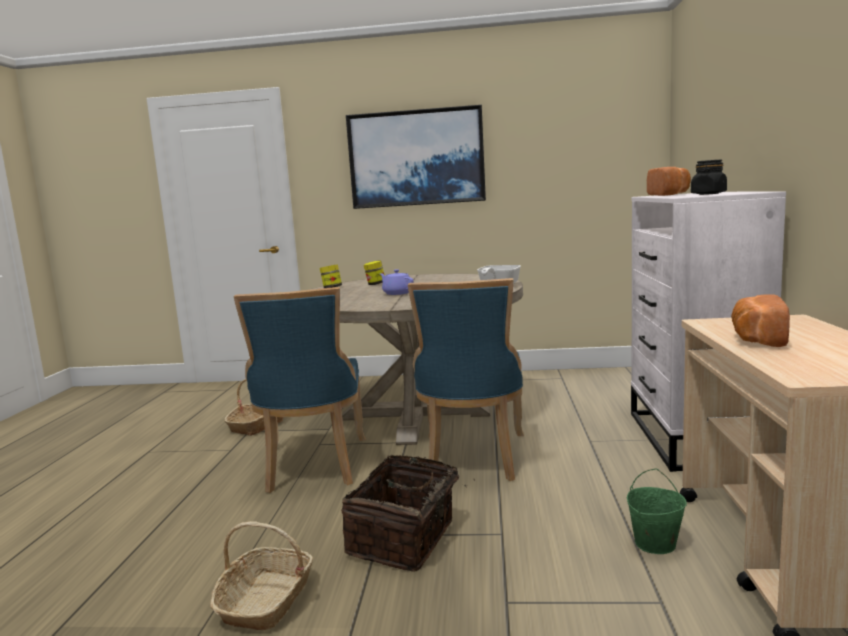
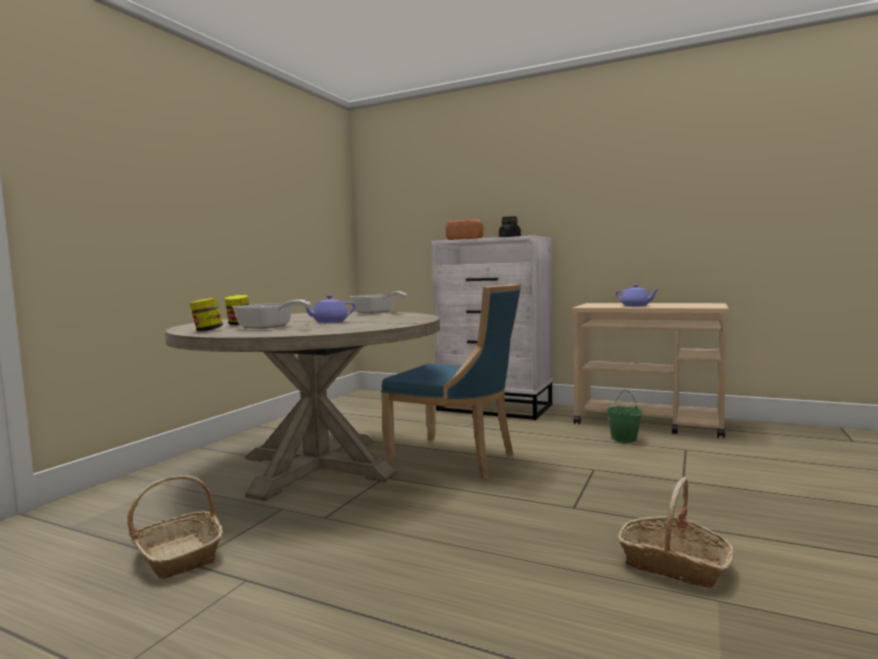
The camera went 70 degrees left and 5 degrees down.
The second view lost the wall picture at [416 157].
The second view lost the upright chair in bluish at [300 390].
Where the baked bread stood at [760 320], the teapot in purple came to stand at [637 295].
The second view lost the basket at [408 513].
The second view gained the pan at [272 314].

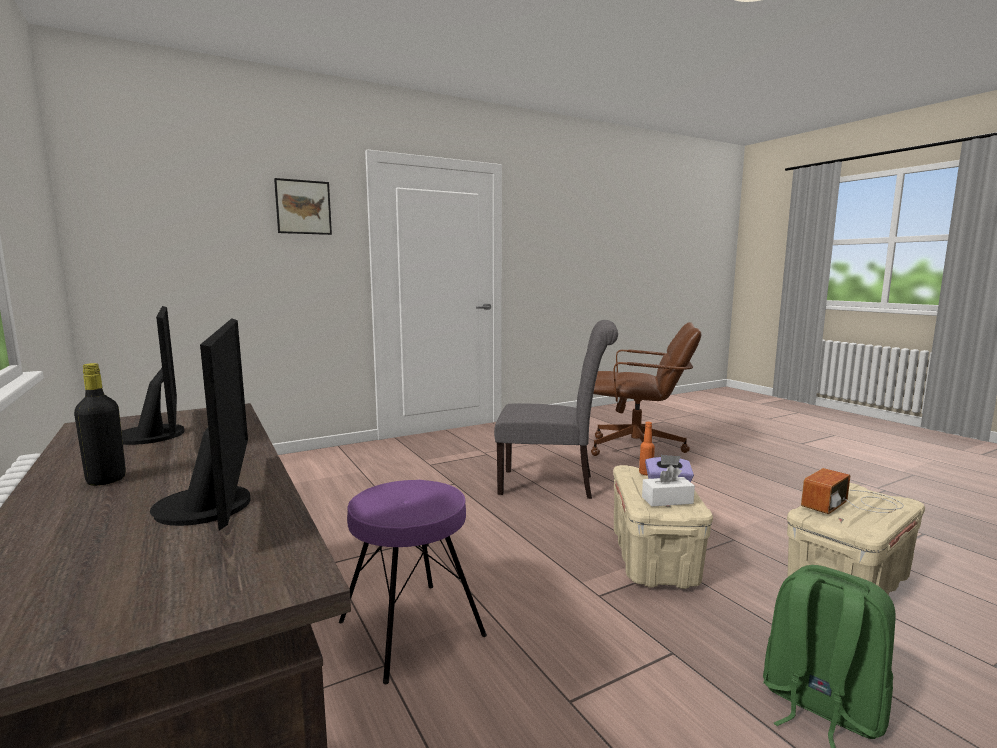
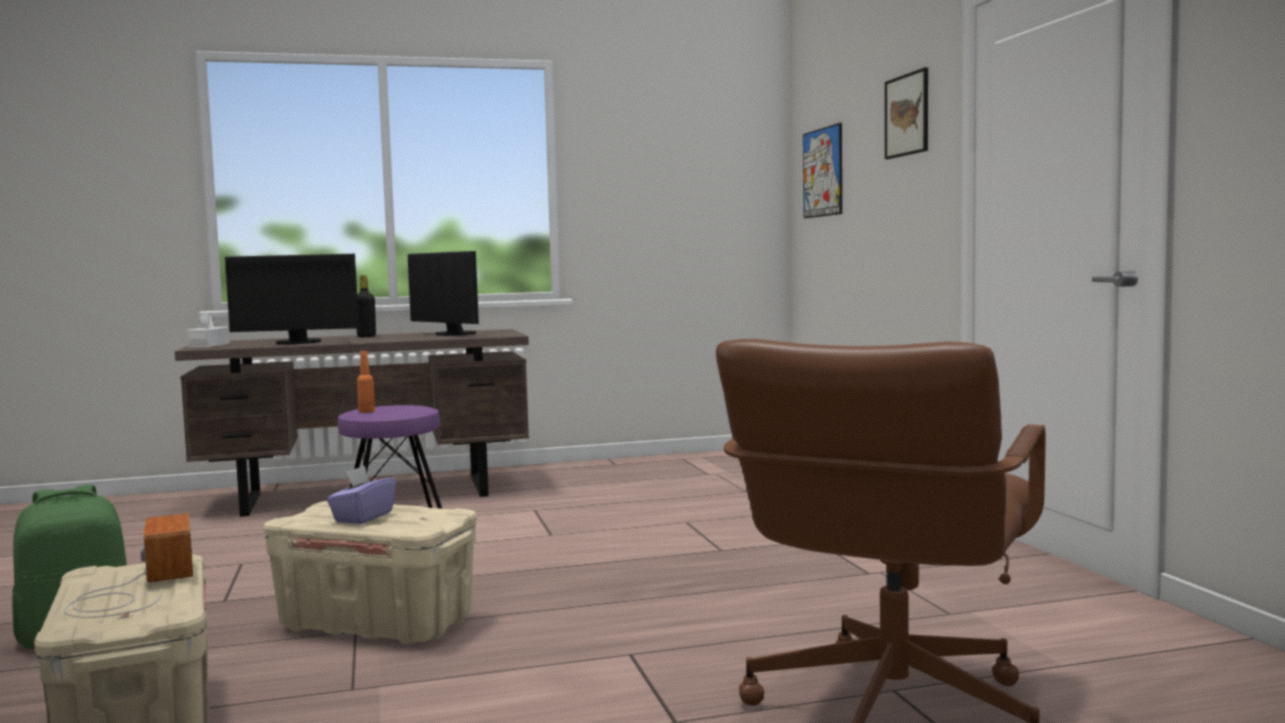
The camera went 105 degrees right and 5 degrees down.
The monitor at [152 375] ended up facing another way, 60 degrees clockwise from before.
The second view lost the upright chair in gray at [556 409].
The bottle in orange-coloured ended up elsewhere, having gone from [647 448] to [366 382].
The tissue holder in white-coloured ended up elsewhere, having gone from [668 486] to [208 329].
The second view gained the wall picture at [822 170].

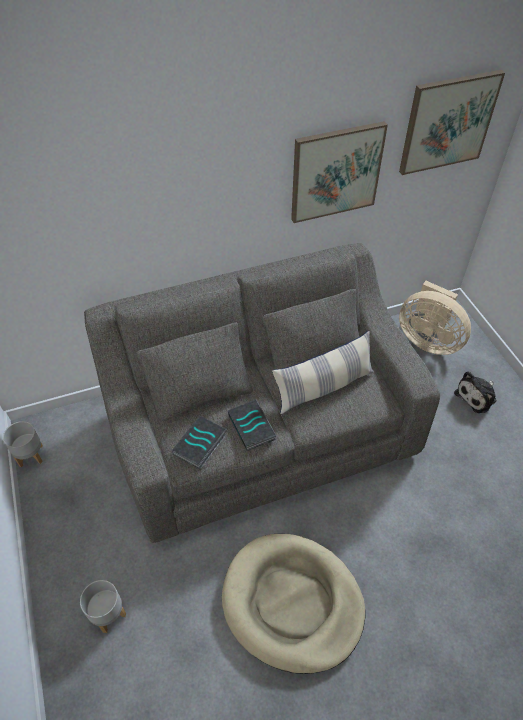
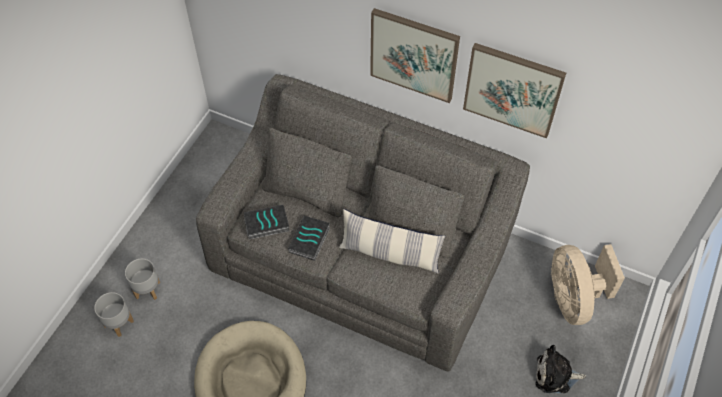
The camera went 45 degrees right and 5 degrees up.
The wall picture ended up elsewhere, having gone from [452 122] to [415 55].
The plant pot in gray ended up elsewhere, having gone from [23 444] to [114 314].

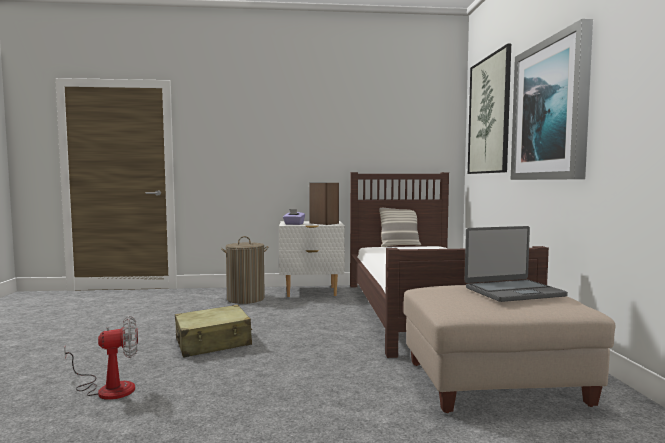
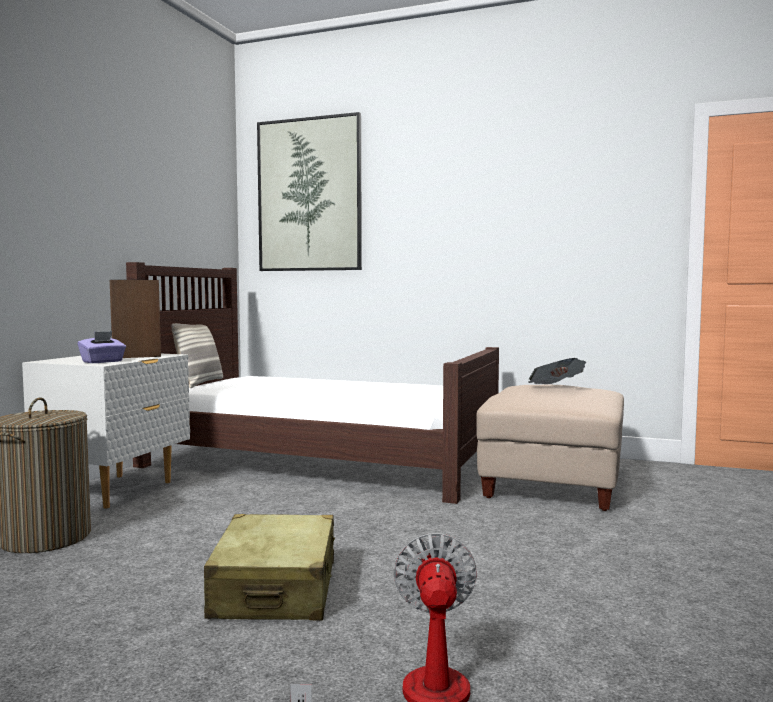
The camera went 65 degrees left and 0 degrees up.
The second view lost the wall picture at [552 99].
Where the portable computer stood at [516 264], the printed paper came to stand at [557 371].

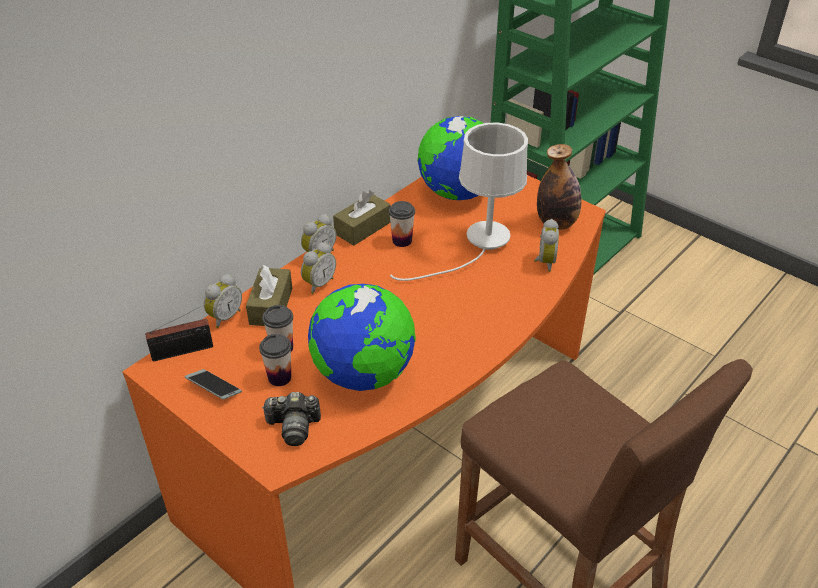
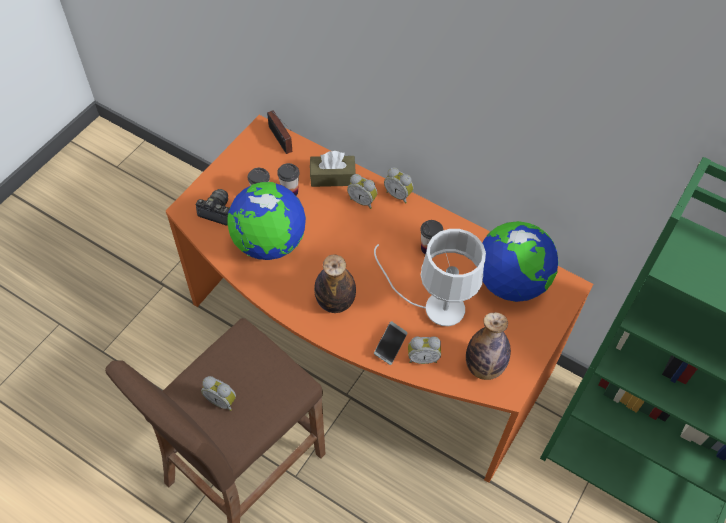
The camera went 80 degrees right and 15 degrees up.
The second view lost the tissue holder in brownish at [362 218].
The alarm clock ended up elsewhere, having gone from [223 301] to [218 393].
The telephone ended up elsewhere, having gone from [213 384] to [391 343].
The still camera at [291 419] ended up facing another way, 120 degrees clockwise from before.
The second view gained the bottle at [335 284].

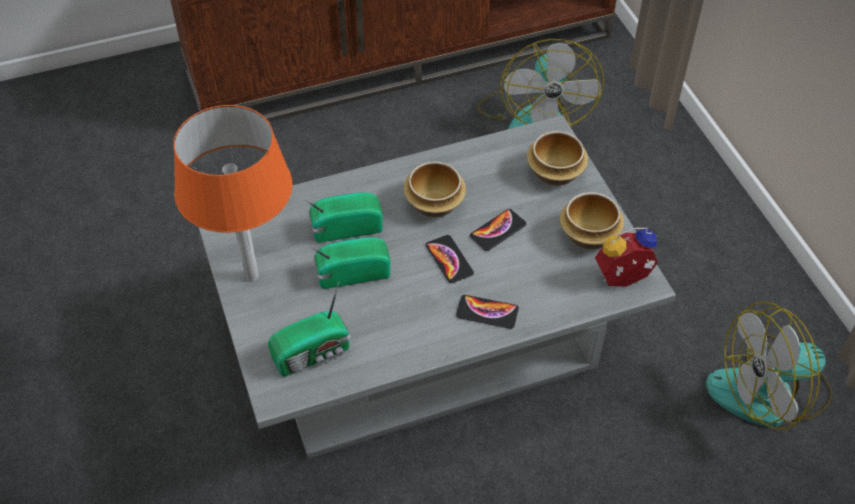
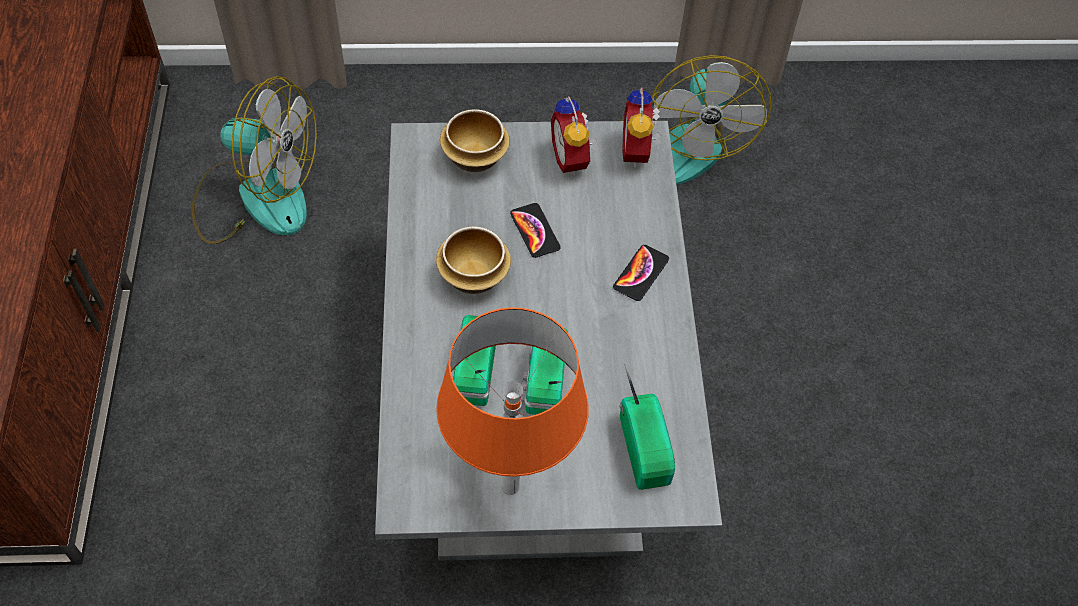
The camera went 75 degrees left and 5 degrees up.
Where the deep dish stood at [592 221], the alarm clock came to stand at [574 136].
The second view lost the telephone at [450 259].

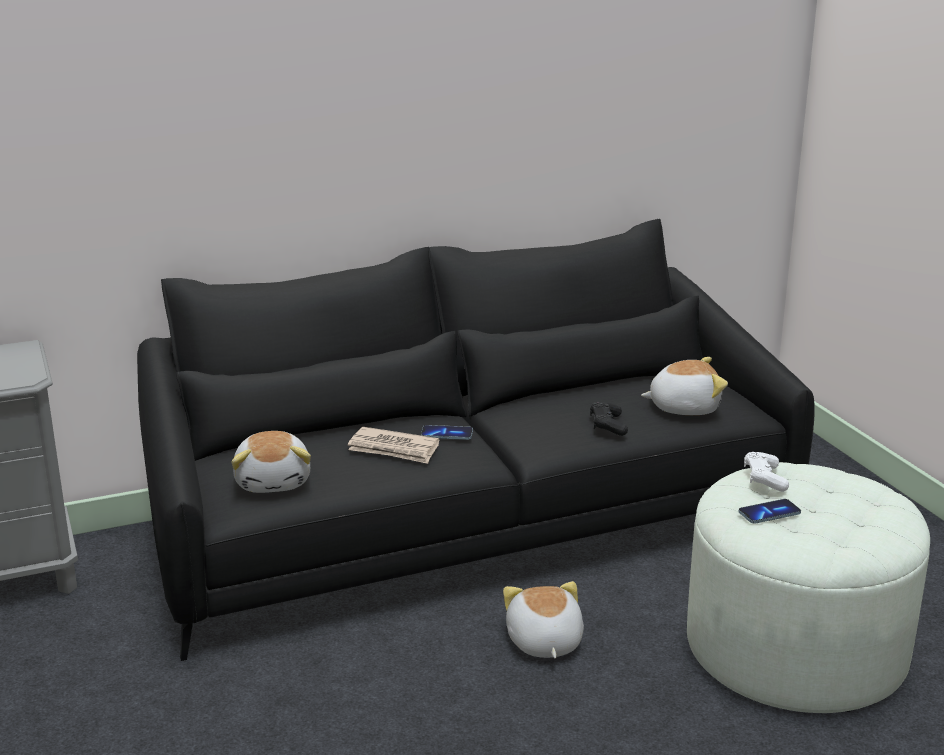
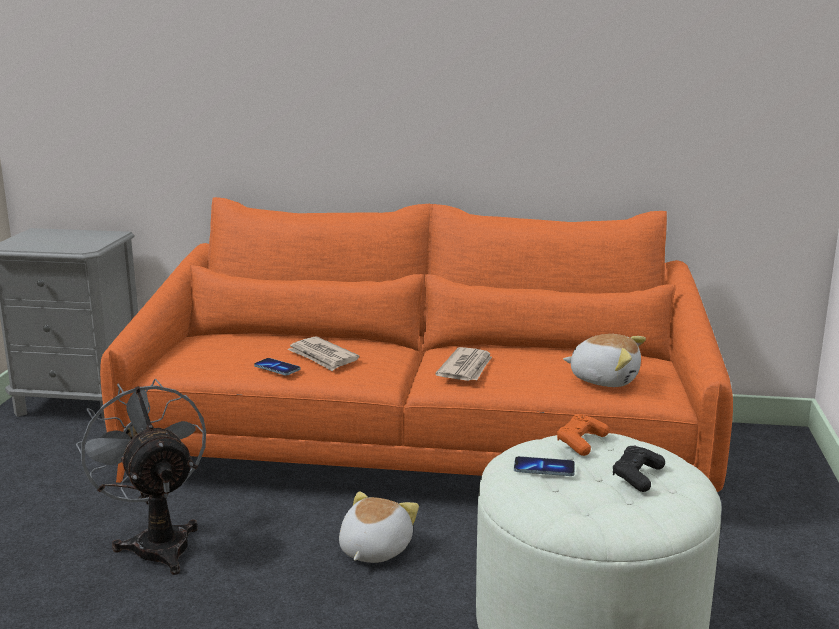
The camera went 30 degrees right and 5 degrees down.
What was the settee in blackish at [476 440] turned into the settee in orange-coloured at [416 344].
The game controller in blackish ended up elsewhere, having gone from [609 419] to [639 469].
The telephone ended up elsewhere, having gone from [447 432] to [277 366].
The second view lost the soft toy at [271 462].
What was the game controller in white-coloured at [766 472] turned into the game controller in orange-coloured at [583 435].
The second view gained the printed paper at [463 364].
The second view gained the cooling fan in gray at [141 477].

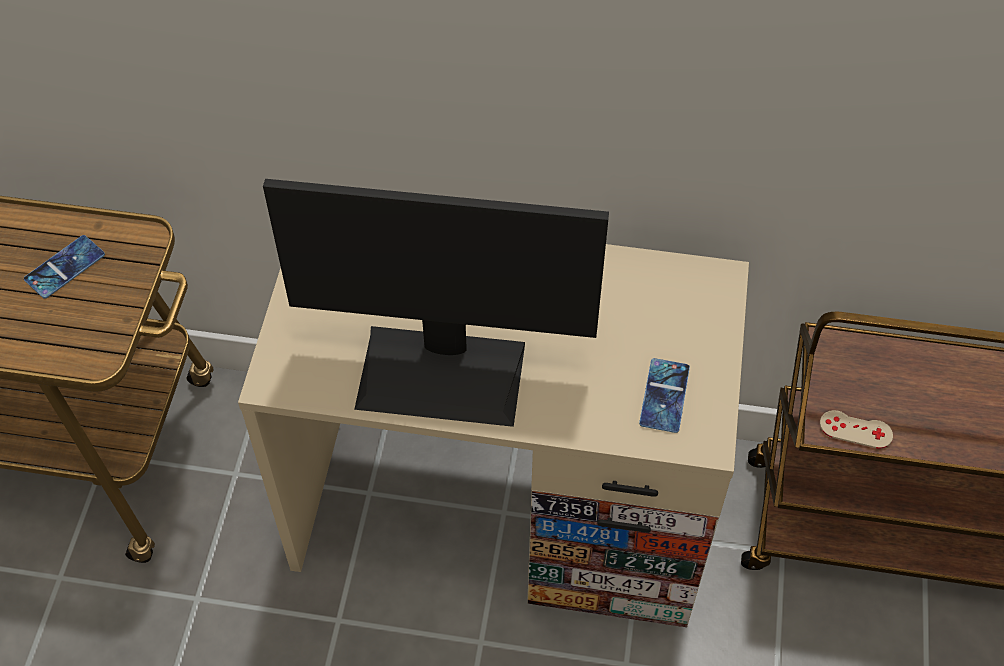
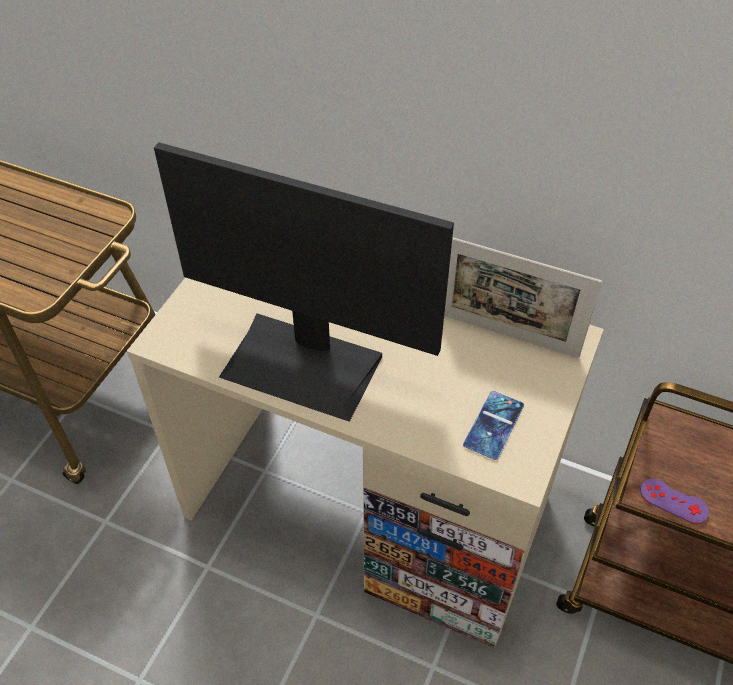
The camera went 15 degrees right and 5 degrees down.
The second view lost the telephone at [64 267].
What was the game controller in sand-coloured at [856 429] turned into the game controller in purple at [674 501].
The second view gained the standing frame at [523 297].

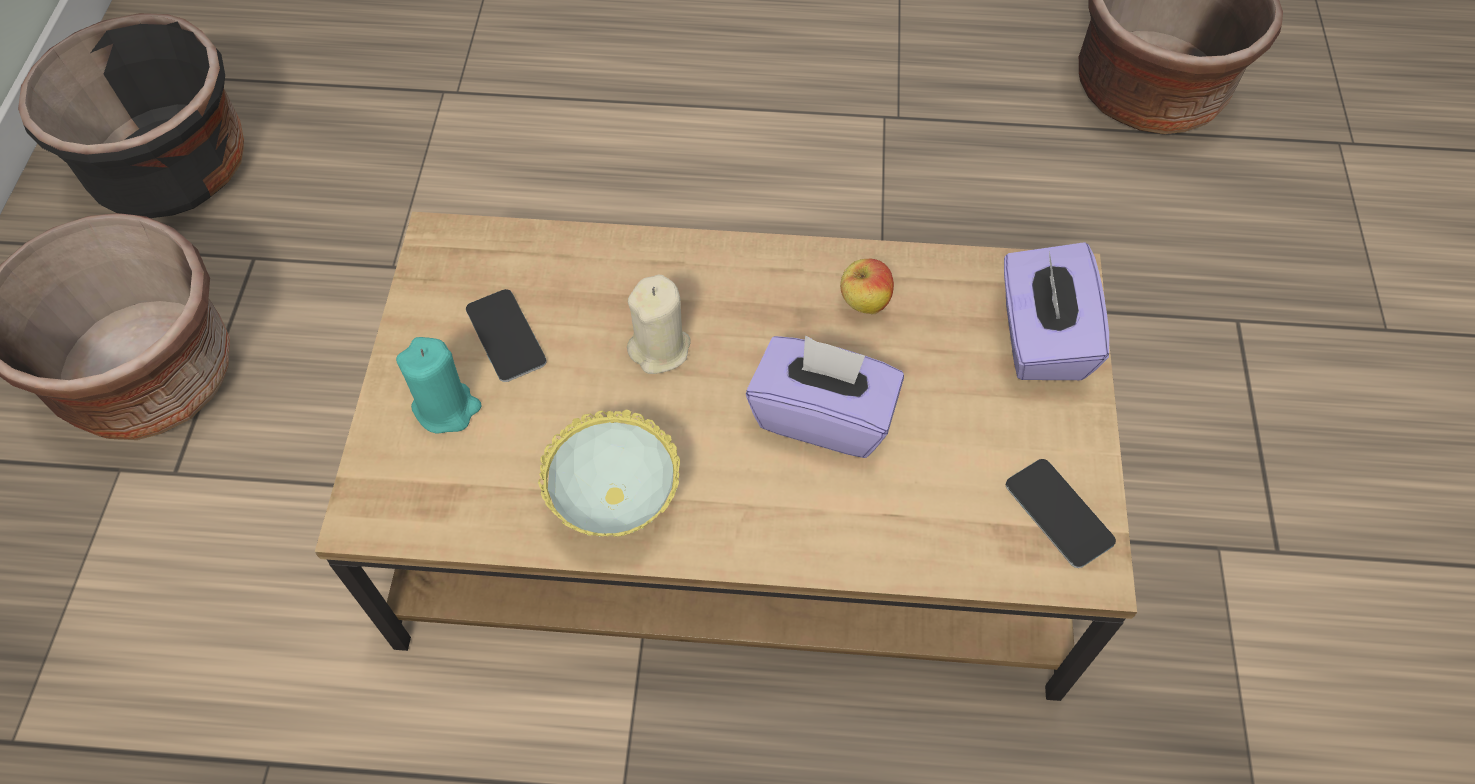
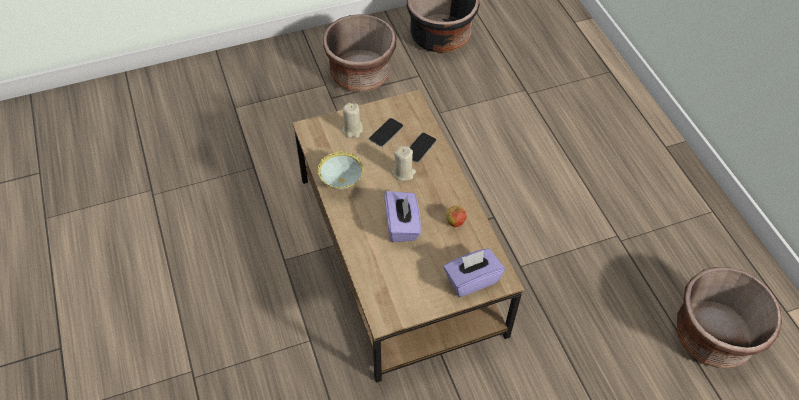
The camera went 65 degrees right and 5 degrees down.
What was the wax candle in blue-green at [438 385] turned into the wax candle in sand-coloured at [352 120].
The telephone ended up elsewhere, having gone from [1061 513] to [423 148].

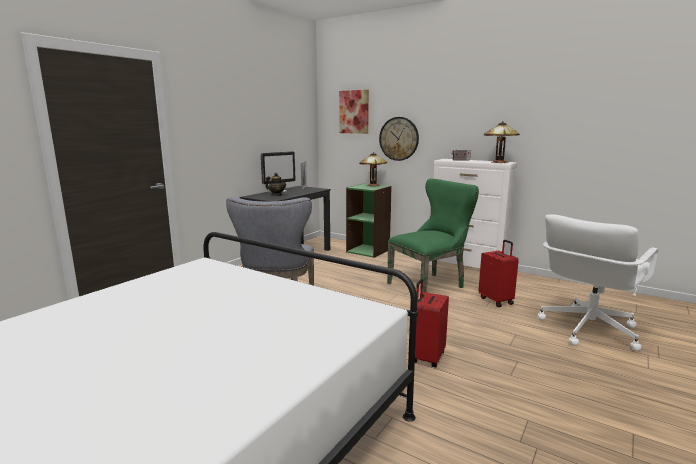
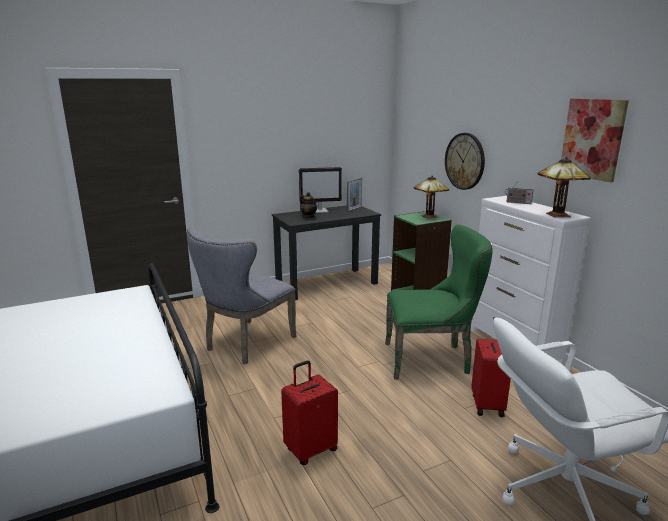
The camera went 30 degrees right and 5 degrees up.
The wall picture ended up elsewhere, having gone from [354 112] to [595 140].

